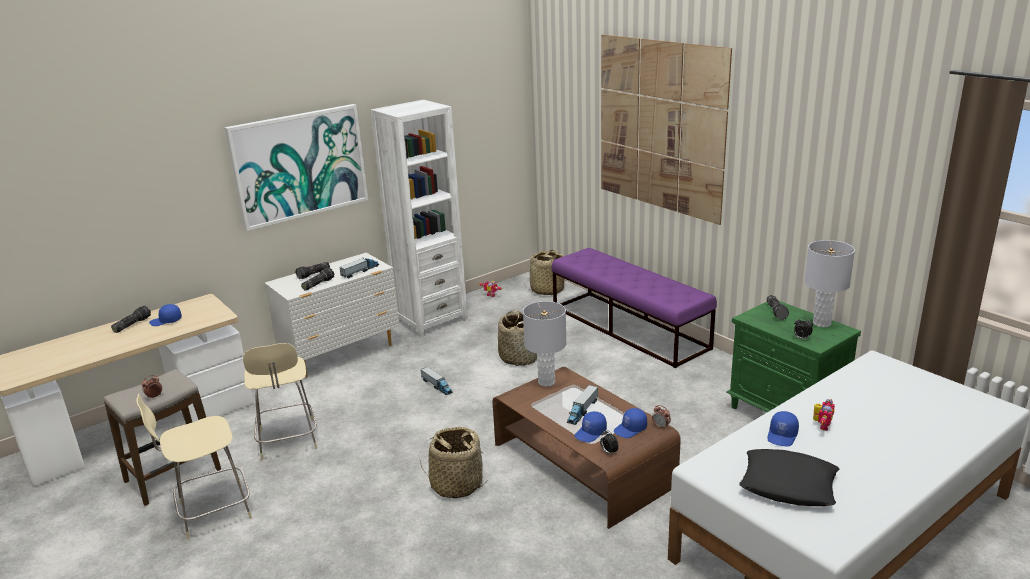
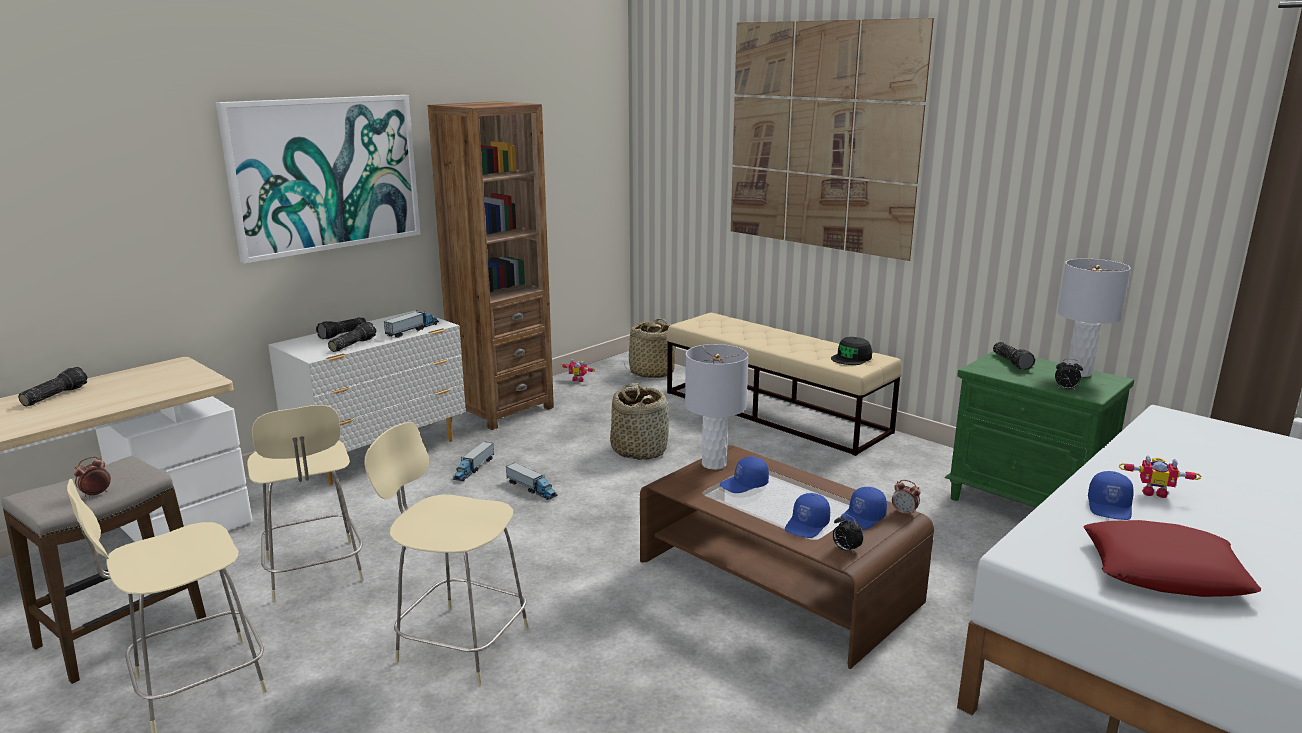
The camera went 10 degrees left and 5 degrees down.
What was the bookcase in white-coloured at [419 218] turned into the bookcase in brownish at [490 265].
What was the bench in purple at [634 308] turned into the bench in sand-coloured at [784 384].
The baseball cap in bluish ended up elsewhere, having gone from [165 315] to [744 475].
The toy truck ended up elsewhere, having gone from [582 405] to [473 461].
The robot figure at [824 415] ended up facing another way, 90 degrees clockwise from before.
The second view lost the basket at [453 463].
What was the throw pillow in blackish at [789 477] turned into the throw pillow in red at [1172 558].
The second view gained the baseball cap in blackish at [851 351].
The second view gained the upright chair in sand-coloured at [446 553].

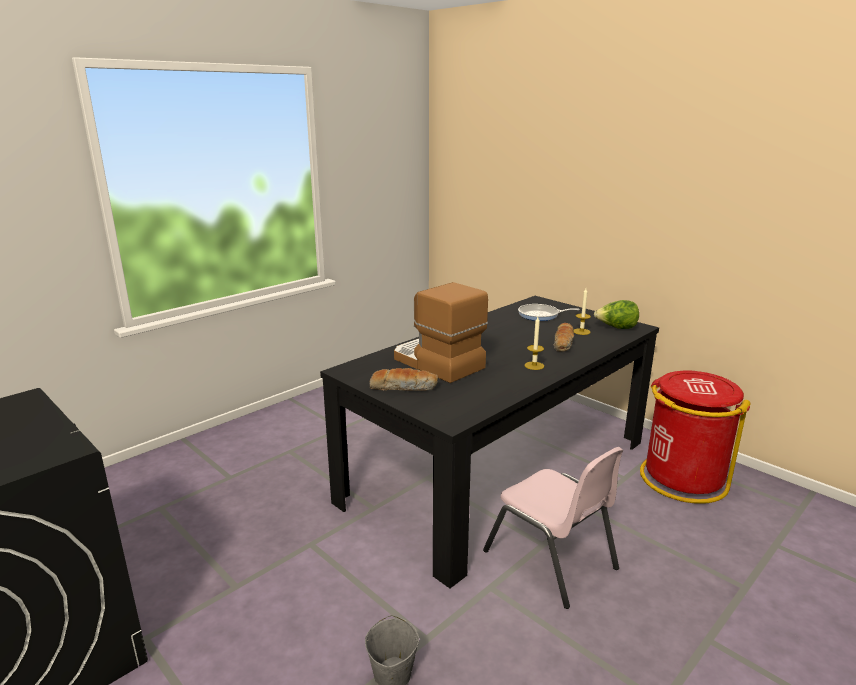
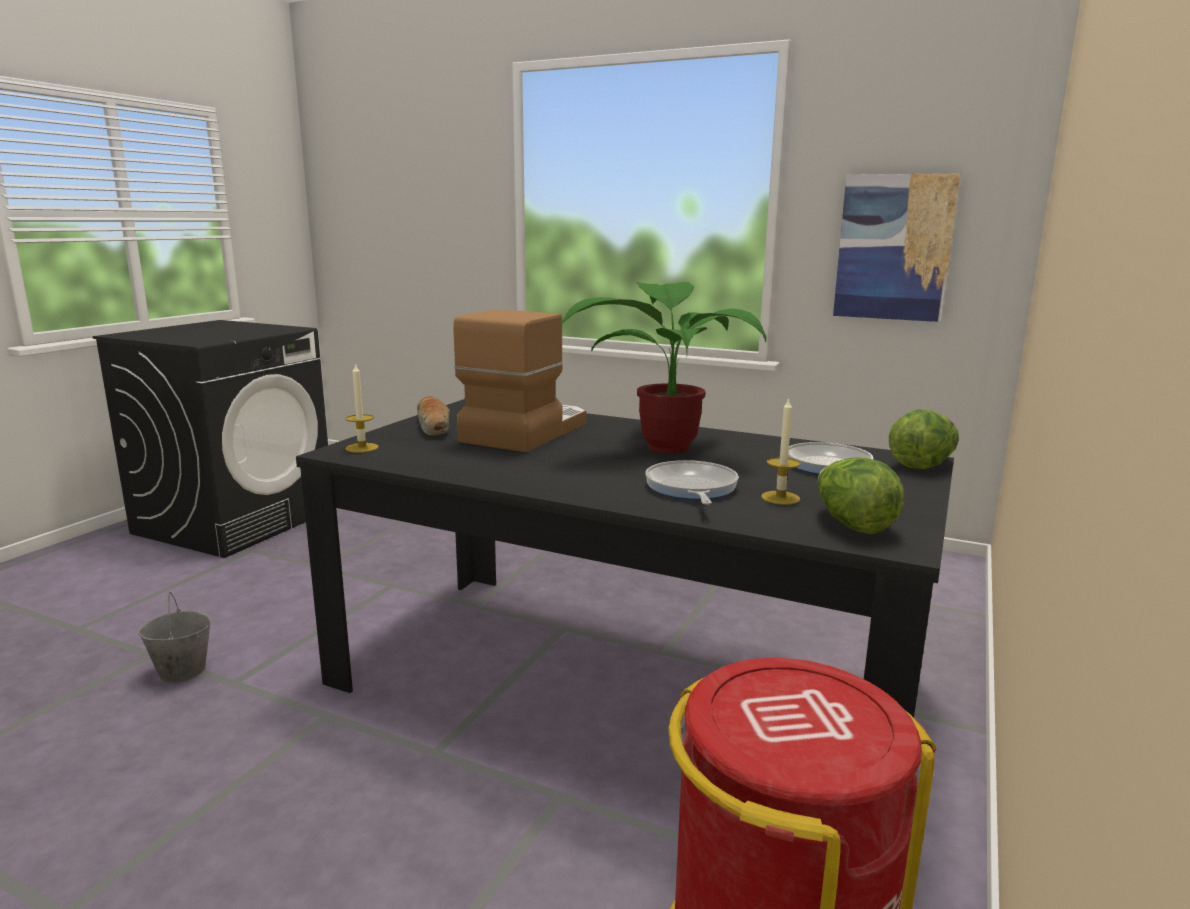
The camera went 70 degrees right and 5 degrees down.
The wax candle ended up elsewhere, having gone from [534 343] to [362 408].
Where the baked bread stood at [563 337], the pan came to stand at [692 482].
The second view lost the upright chair in pinkish at [553 528].
The second view gained the wall picture at [897 247].
The second view gained the plant in a pot at [663 368].
The second view gained the head of lettuce at [924 439].

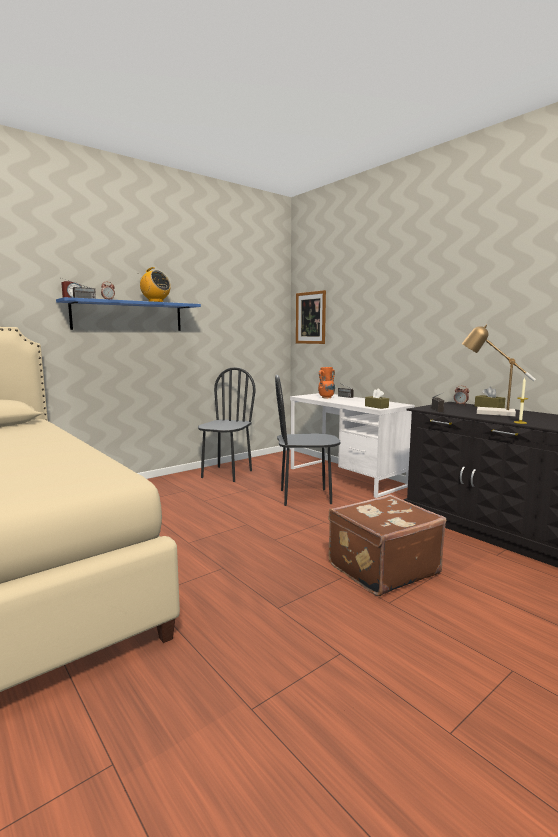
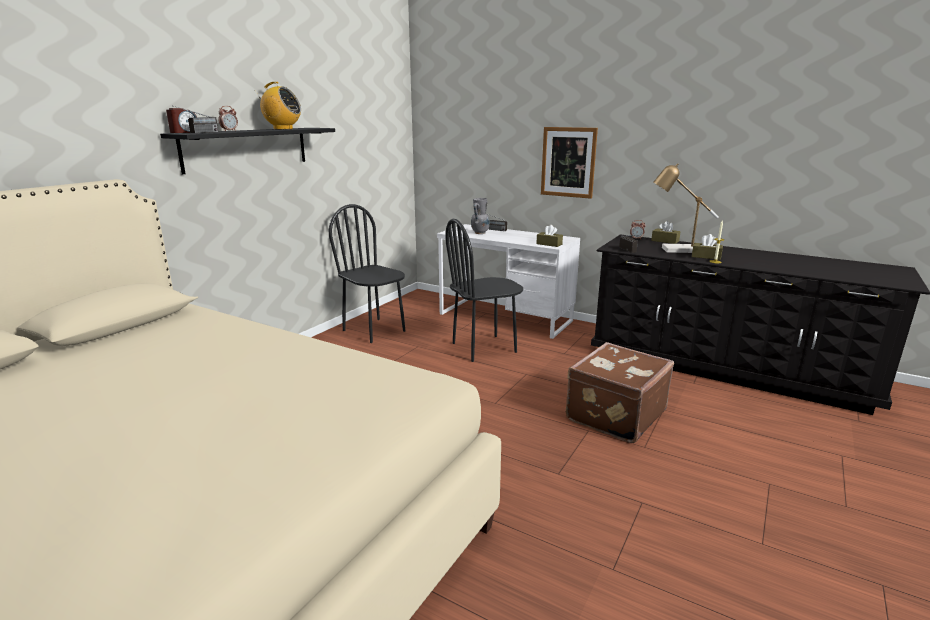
The camera went 20 degrees left and 10 degrees up.
The wall picture ended up elsewhere, having gone from [311 317] to [569 163].
What was the bracket shelf in bluish at [128 314] turned into the bracket shelf in blackish at [247 151].
The upright chair in blackish at [227 424] ended up facing another way, 45 degrees counterclockwise from before.
What was the decorative vase in orange-coloured at [326 382] turned into the decorative vase in gray at [480 216].
The second view gained the tissue holder in brownish at [707 247].

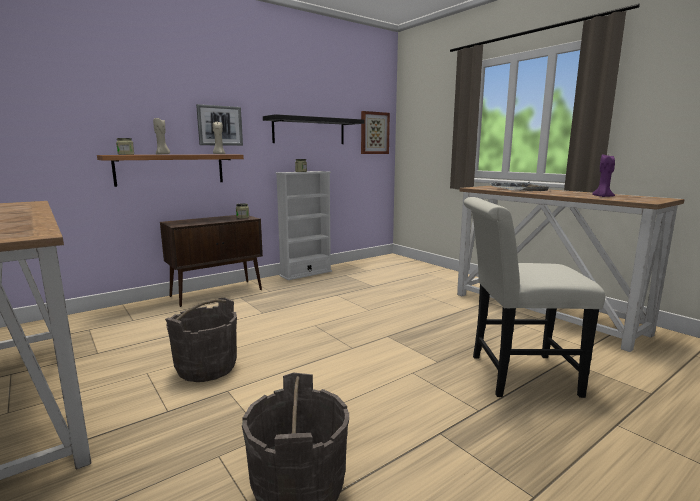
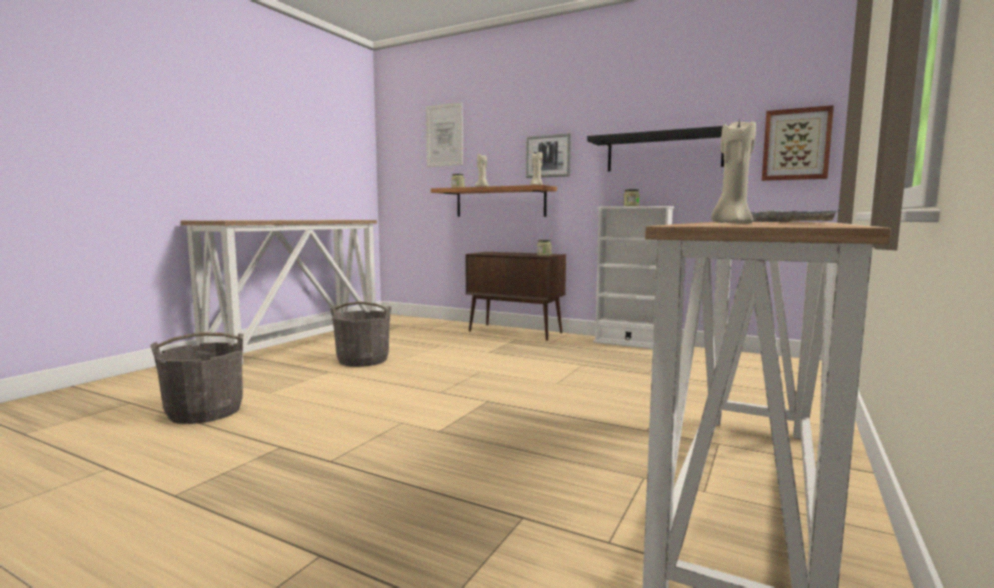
The camera went 65 degrees right and 5 degrees down.
What was the wax candle in purple at [603 175] turned into the wax candle in sand-coloured at [733 170].
The second view lost the upright chair in white-coloured at [534 297].
The second view gained the wall picture at [444 134].

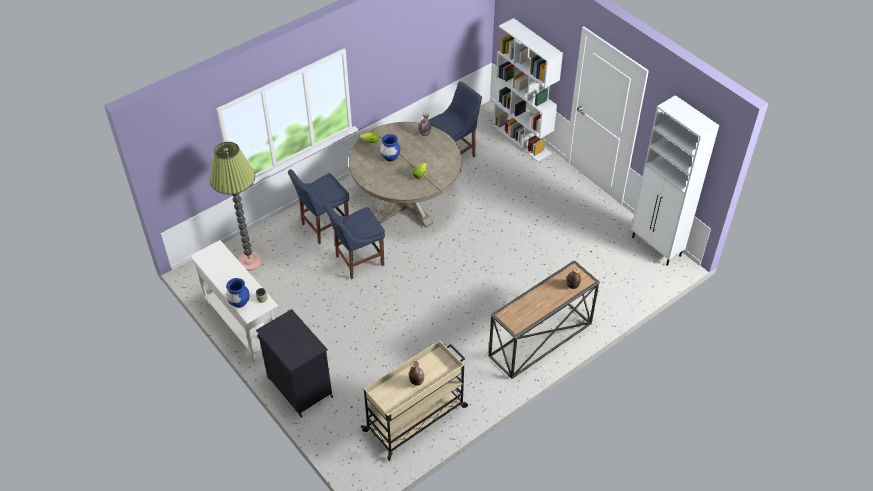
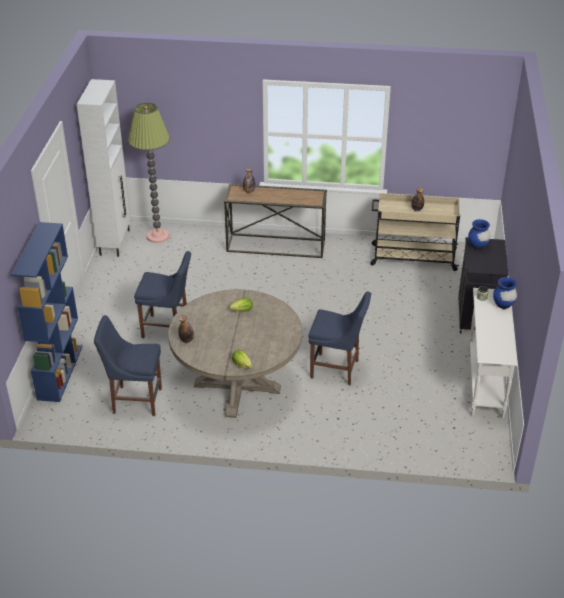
The camera went 135 degrees left and 10 degrees down.
What was the bookcase in white-coloured at [528 90] turned into the bookcase in bluish at [46 312].
The decorative vase in bluish ended up elsewhere, having gone from [390 147] to [479 234].
The standing lamp ended up elsewhere, having gone from [236 206] to [149 173].
The upright chair in bluish ended up elsewhere, having gone from [318 206] to [162 294].

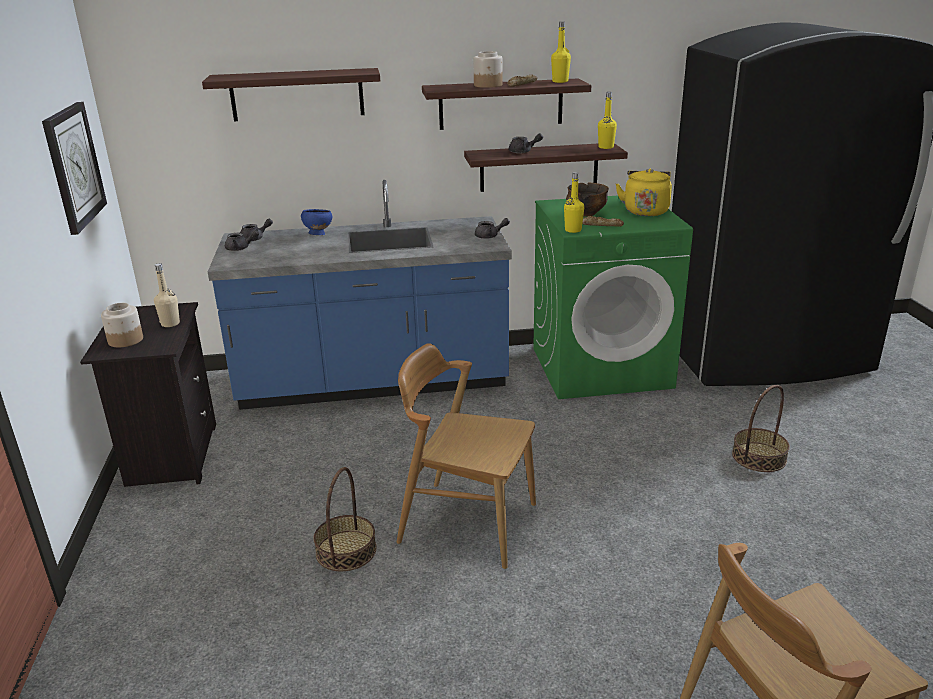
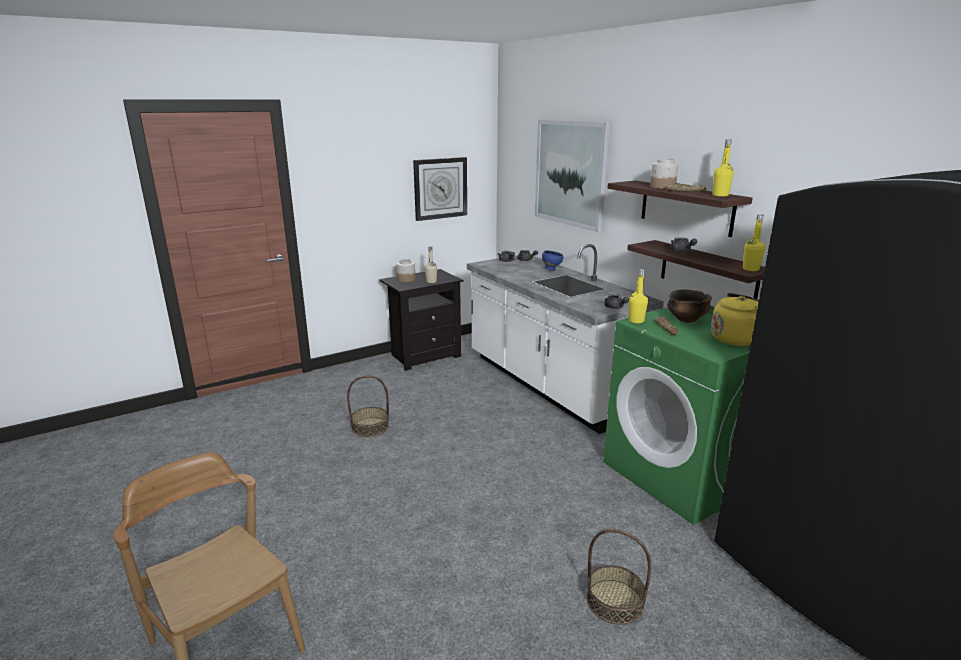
The camera went 65 degrees right and 5 degrees down.
Where the bracket shelf hung at [291 94], the wall picture came to hang at [572 176].
What was the kitchen base unit in bluish at [360 295] turned into the kitchen base unit in white-coloured at [565 339].
The second view lost the upright chair in brownish at [466 456].

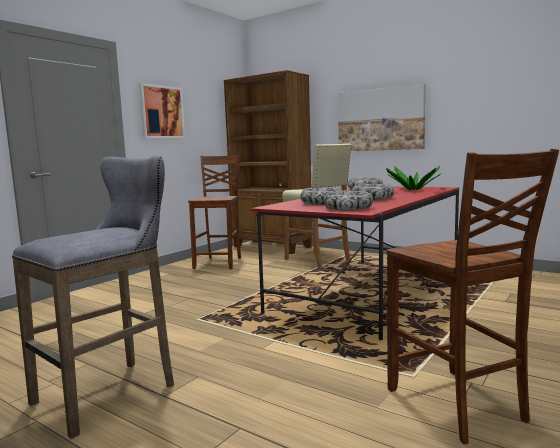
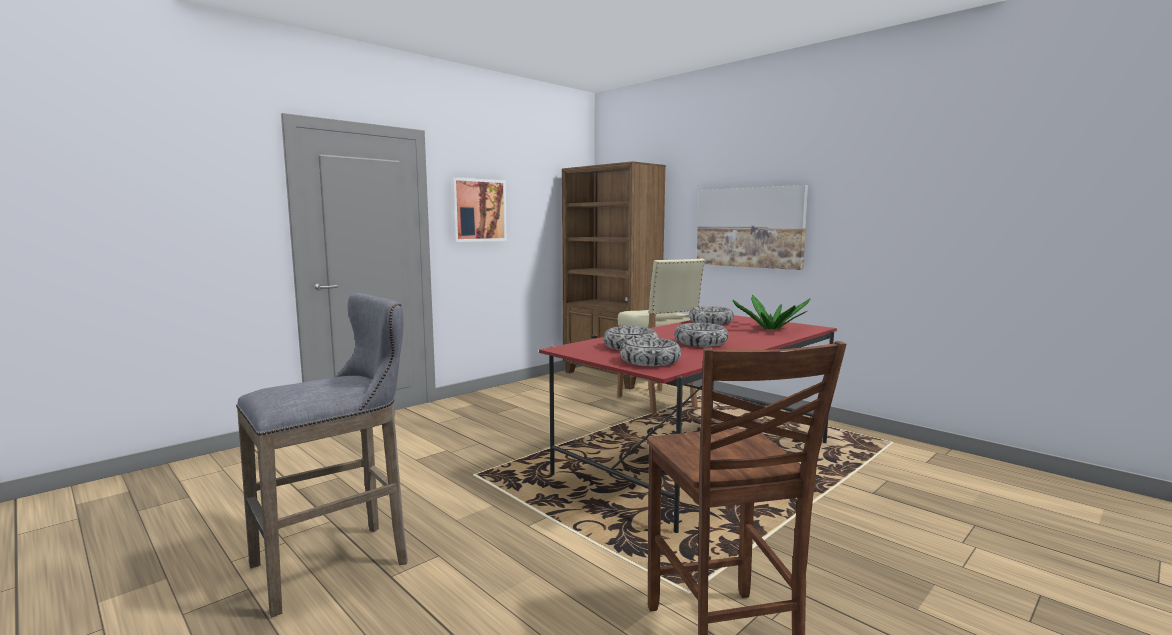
The camera went 10 degrees right and 0 degrees up.
The second view lost the upright chair in brownish at [214 211].

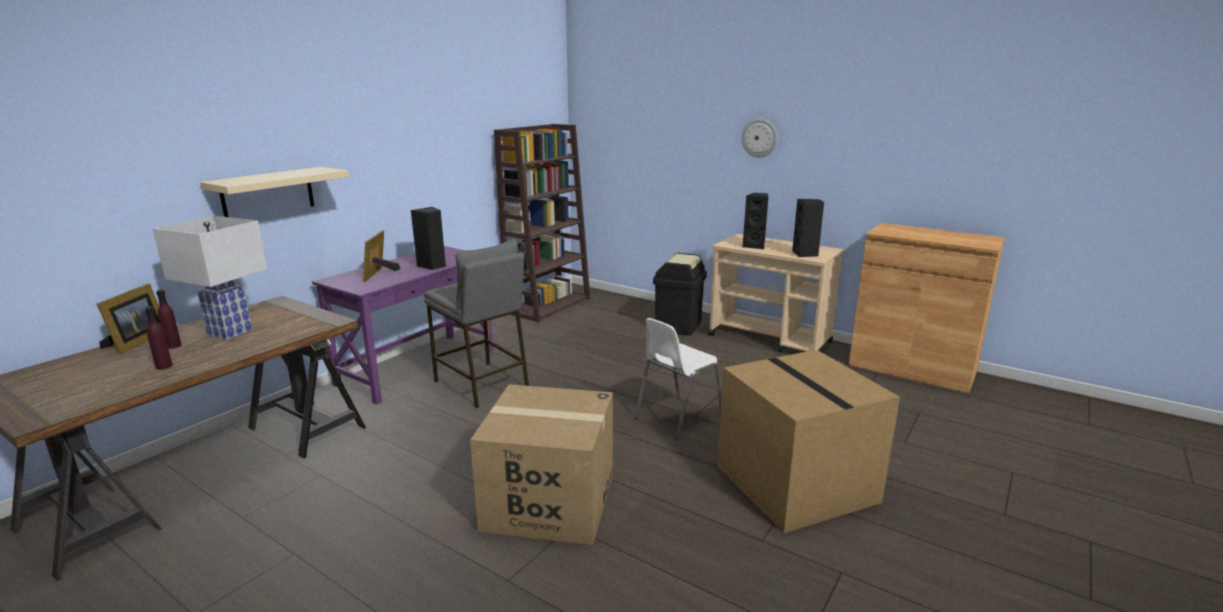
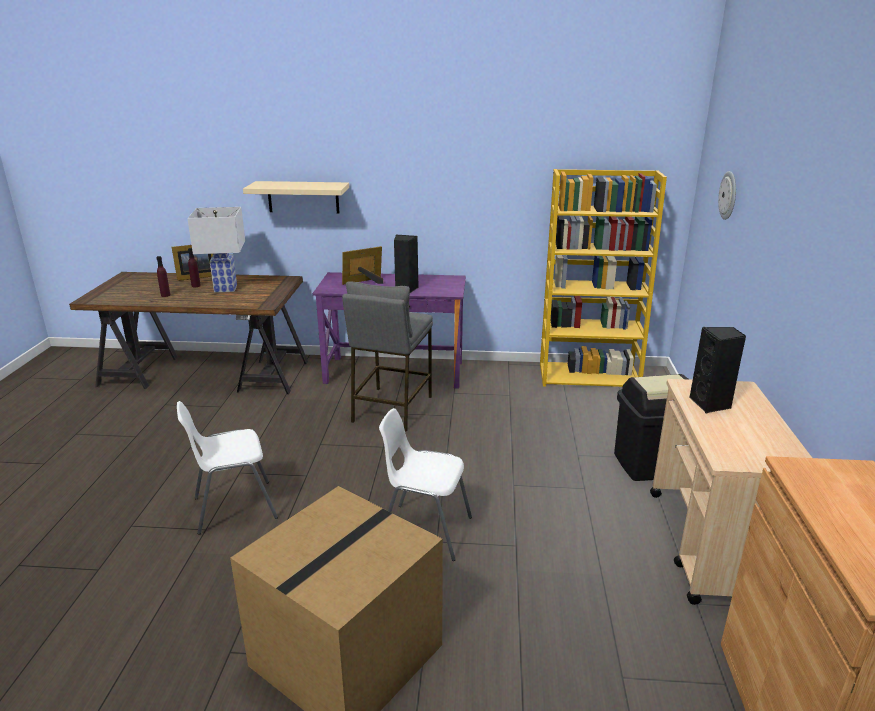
The camera went 60 degrees right and 5 degrees up.
The clock on the wall ended up elsewhere, having gone from [759 137] to [727 195].
What was the bookcase in brownish at [542 223] turned into the bookcase in yellow-coloured at [603 278].
The second view lost the loudspeaker in blackish at [808 228].
Where the carton stood at [541 464], the upright chair in white-coloured came to stand at [227 468].

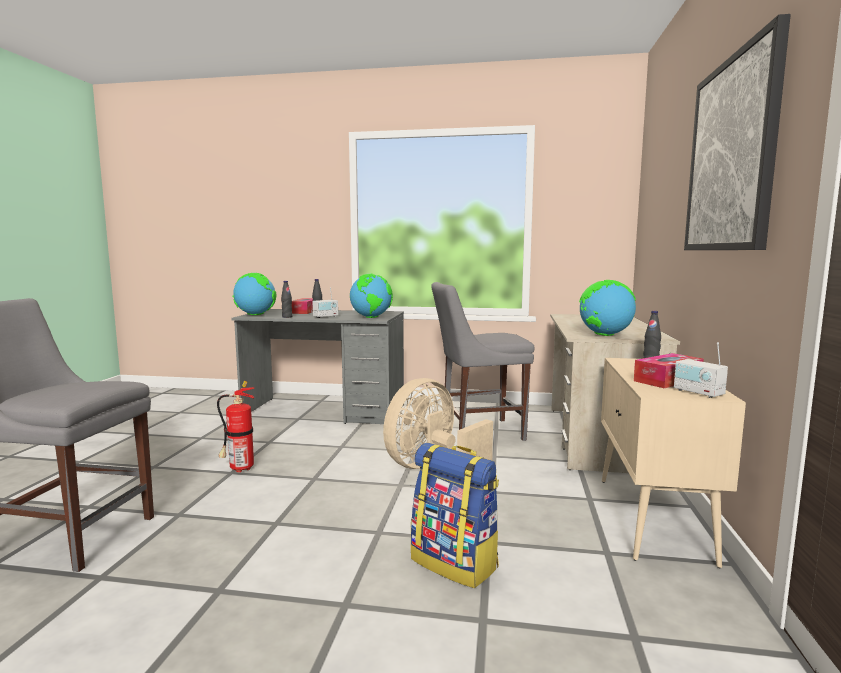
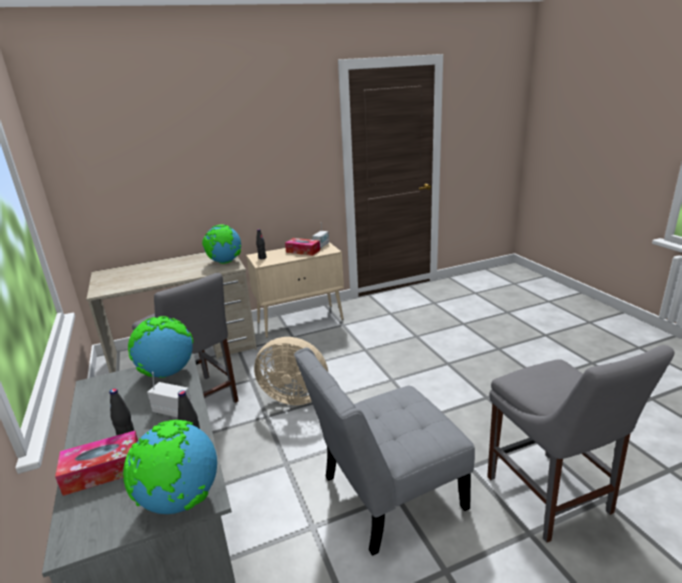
The camera went 120 degrees left and 15 degrees up.
The second view lost the wall picture at [737 132].
Where the fire-fighting cylinder stood at [235 426], the upright chair in gray came to stand at [384 452].
The second view lost the backpack at [455 515].

